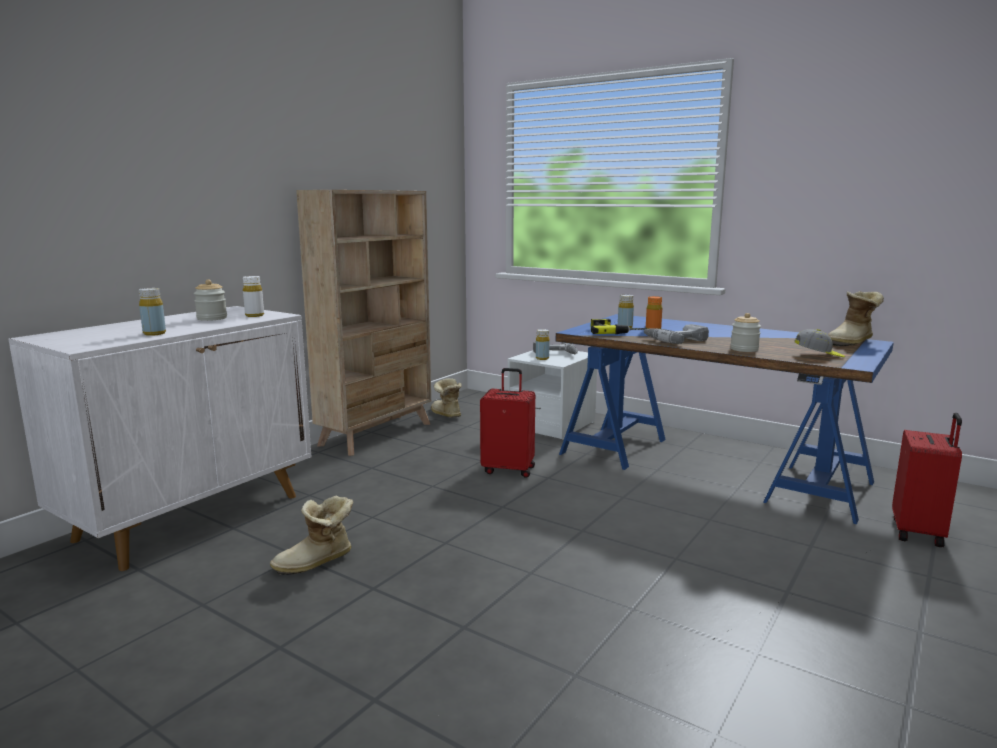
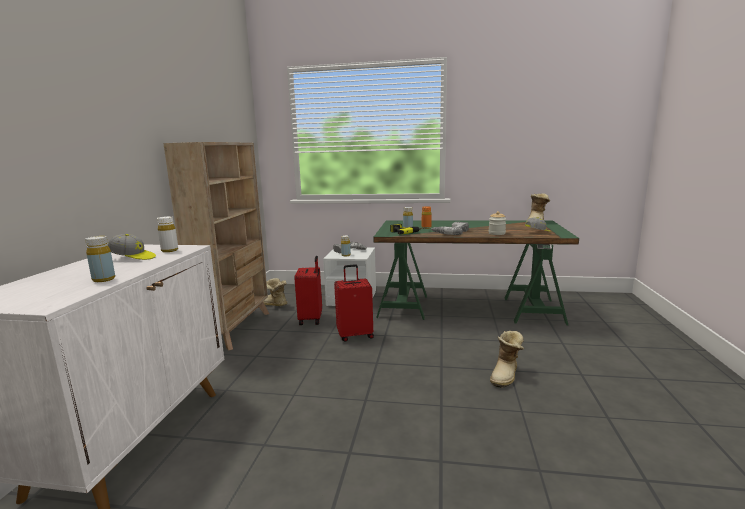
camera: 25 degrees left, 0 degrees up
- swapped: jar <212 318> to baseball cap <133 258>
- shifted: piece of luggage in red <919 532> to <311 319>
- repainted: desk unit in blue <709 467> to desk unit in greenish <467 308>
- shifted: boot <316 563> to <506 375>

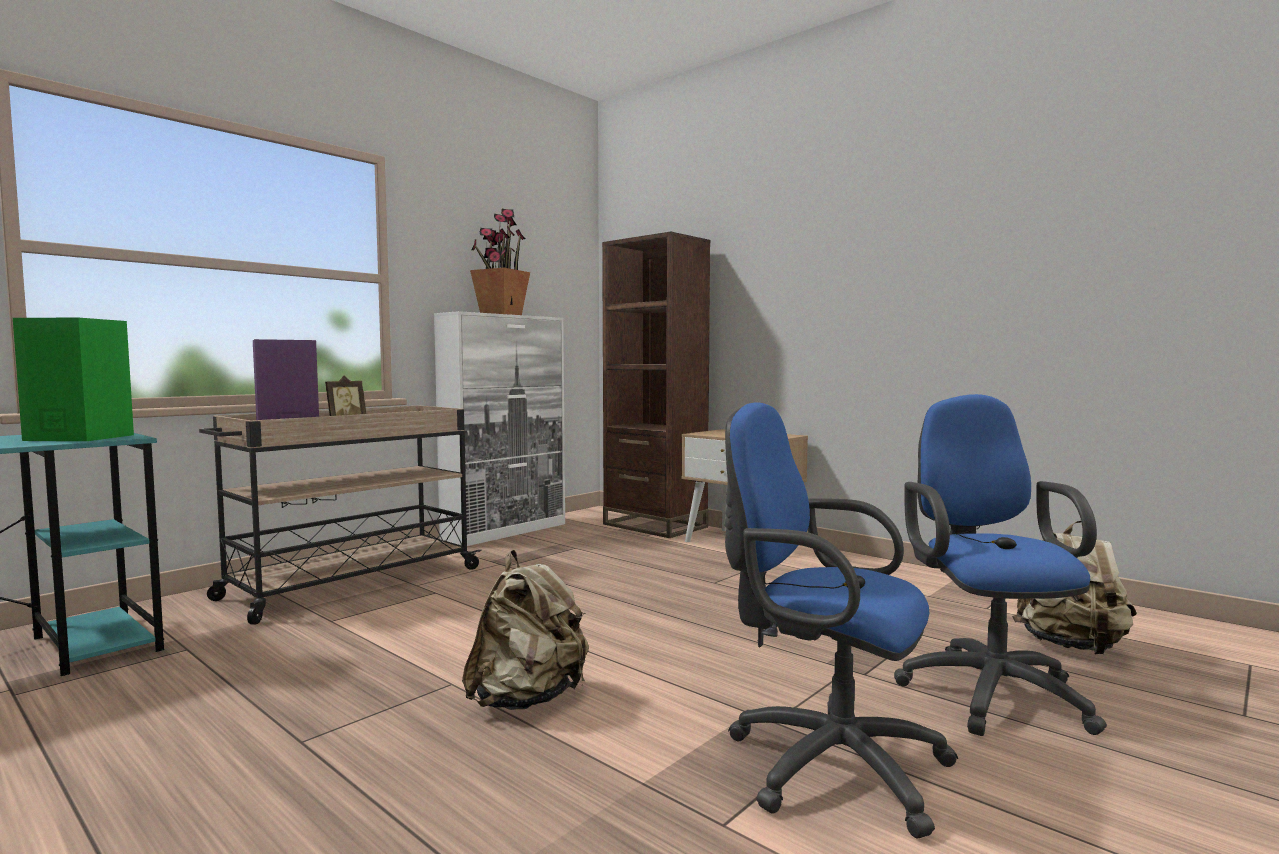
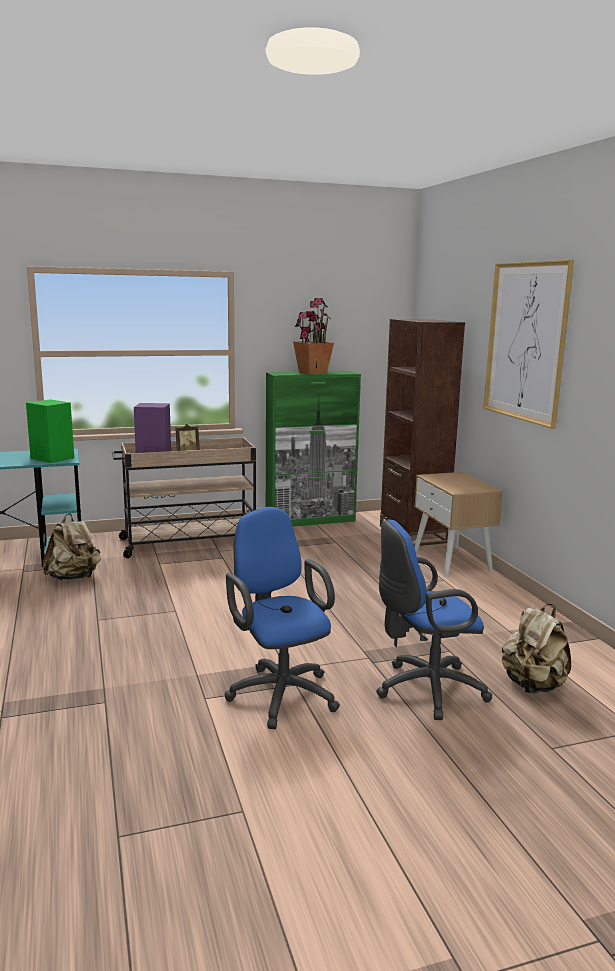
camera: 30 degrees right, 10 degrees up
- shifted: backpack in beige-coloured <527 699> to <74 578>
- repainted: storage cabinet in white-coloured <506 531> to storage cabinet in greenish <311 520>
- rotated: office chair in blue <988 690> = <425 690> 135 degrees counterclockwise
- new: wall picture <525 341>

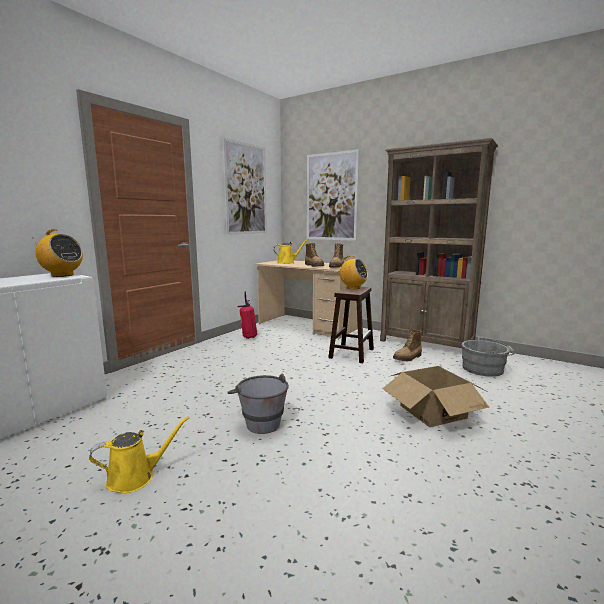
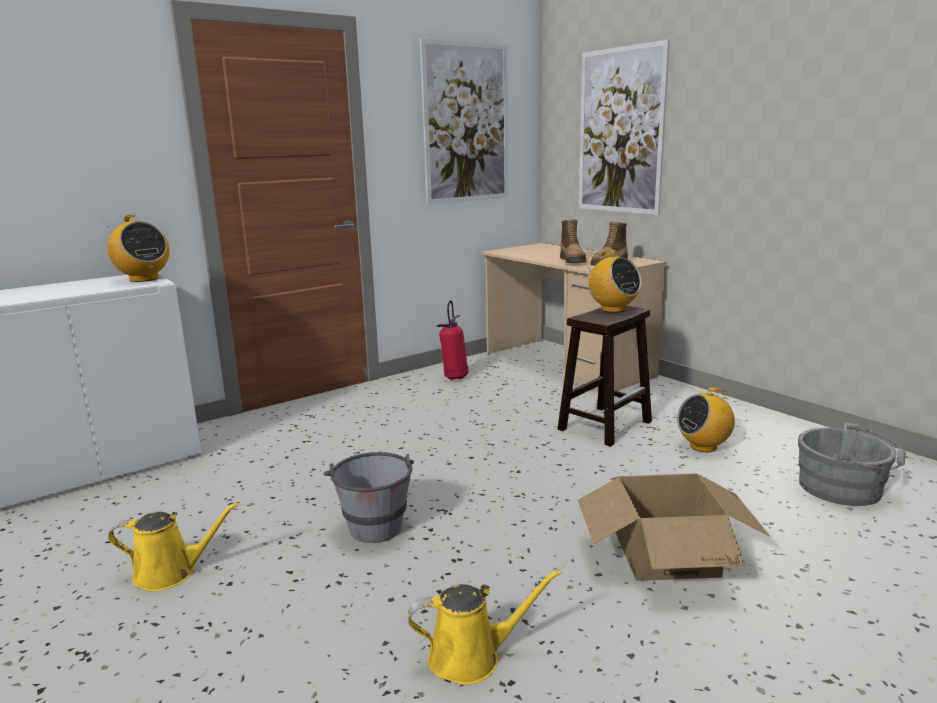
camera: 20 degrees right, 5 degrees up
- shifted: watering can in yellow <287 263> to <471 657>
- swapped: boot <408 358> to radio receiver <703 446>
- gone: bookcase in brownish <426 344>

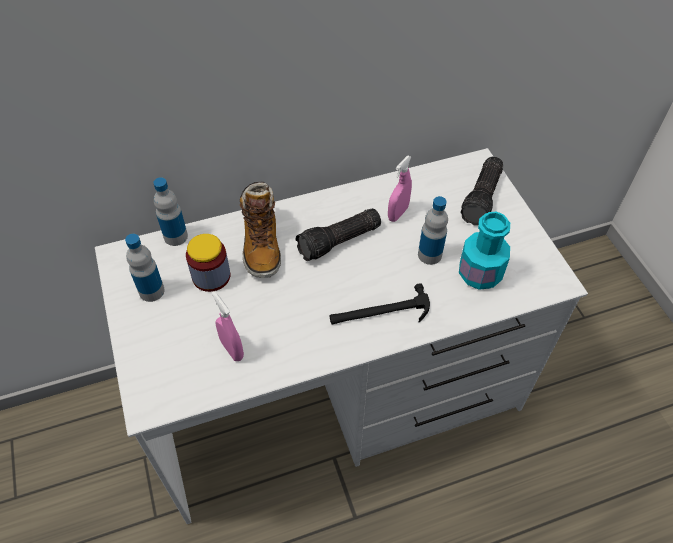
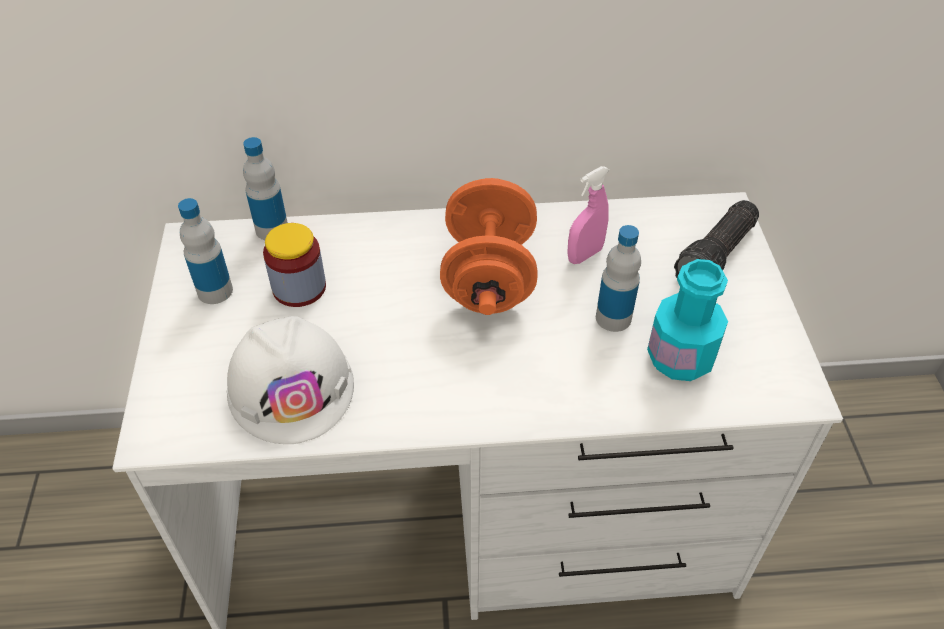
camera: 15 degrees right, 5 degrees down
- swapped: hand sprayer in pink <232 349> to safety helmet in white-coloured <291 387>
- swapped: flashlight <339 242> to free weight in orange <489 277>
- gone: boot <261 245>
- gone: tool hammer <380 312>

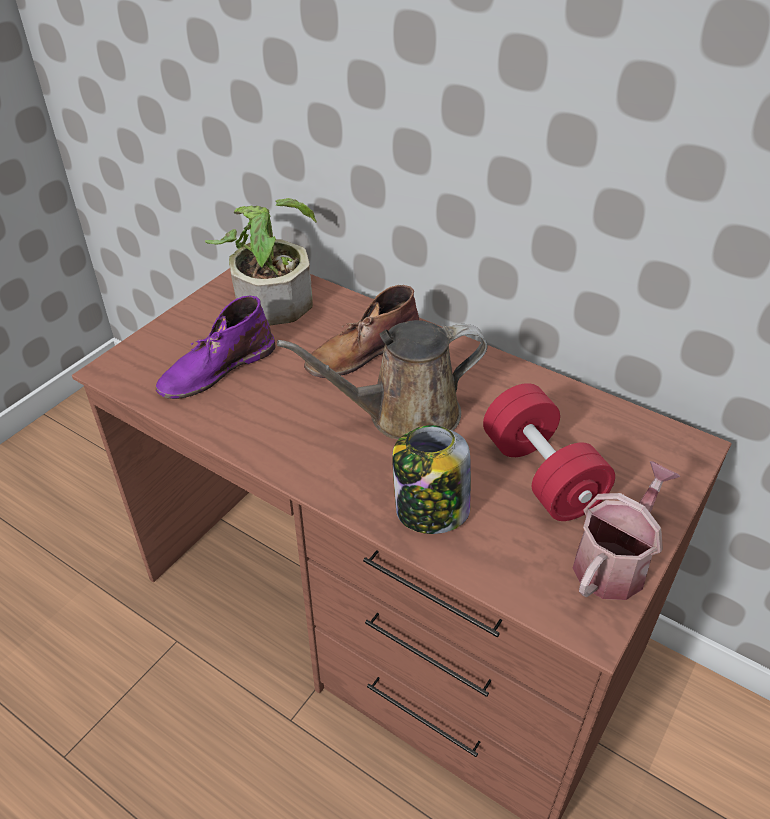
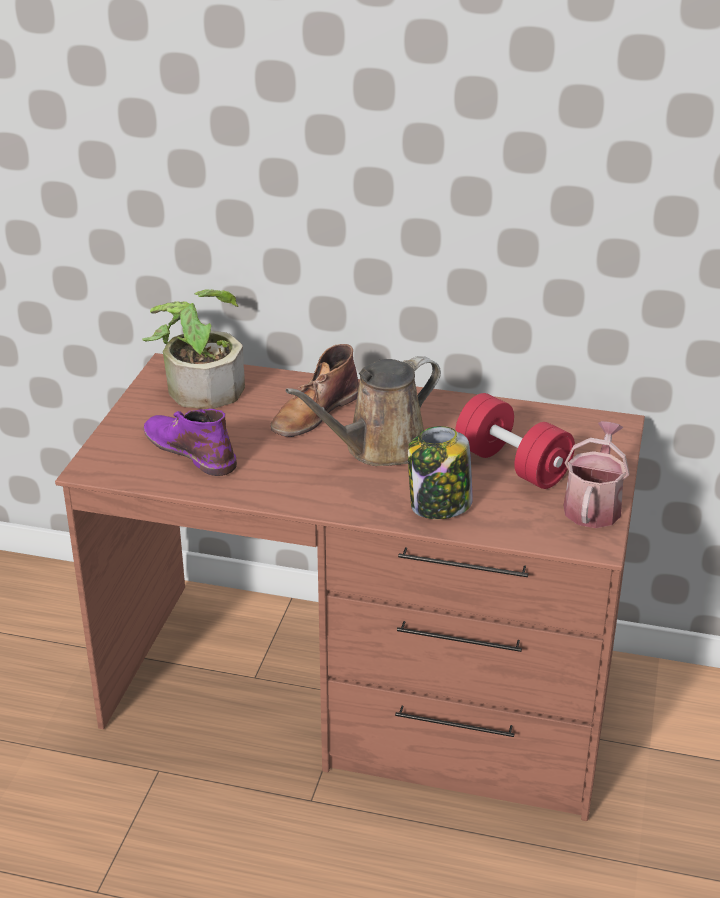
camera: 20 degrees left, 10 degrees down
- rotated: boot in purple-coloured <216 368> = <190 449> 105 degrees clockwise

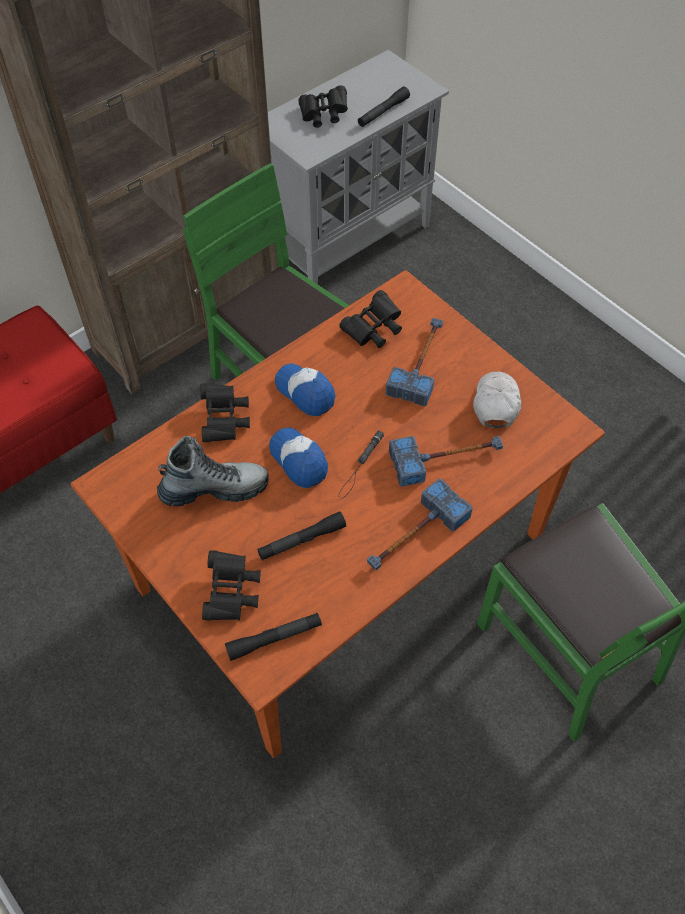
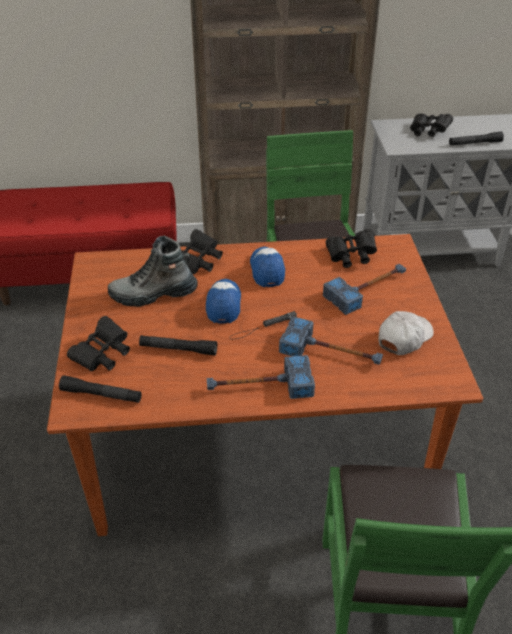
camera: 35 degrees right, 15 degrees down
- rotated: boot <214 489> = <153 294> 150 degrees clockwise

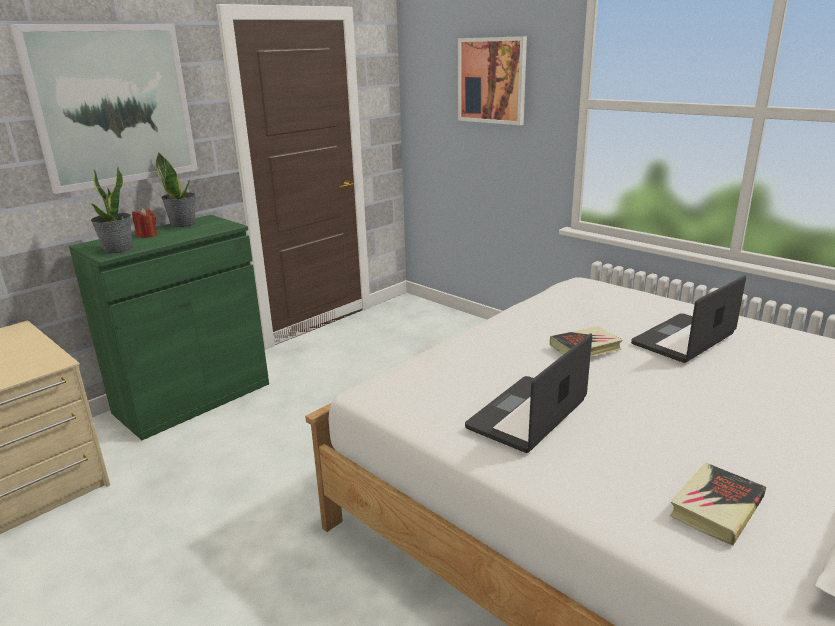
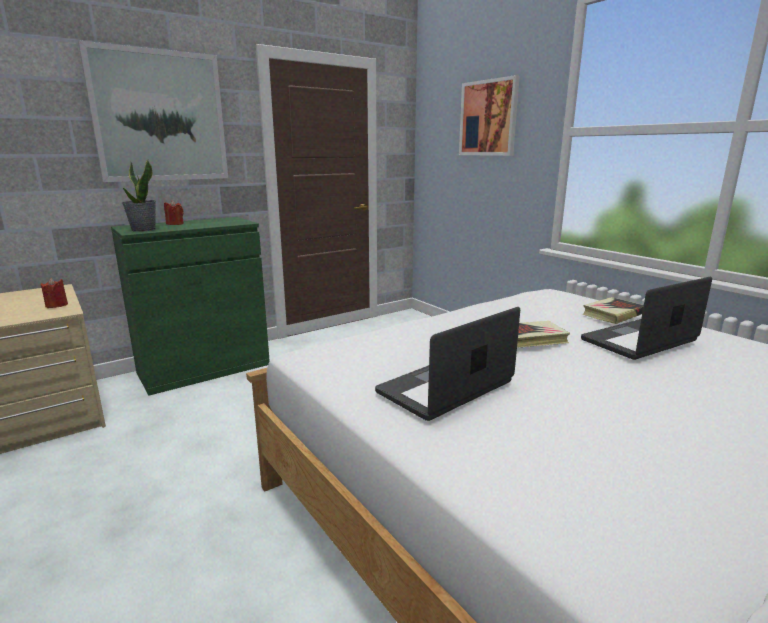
camera: 10 degrees right, 5 degrees down
- new: wax light in red <57 305>
- shifted: bound book <716 507> to <612 314>
- gone: plant in a pot <183 224>

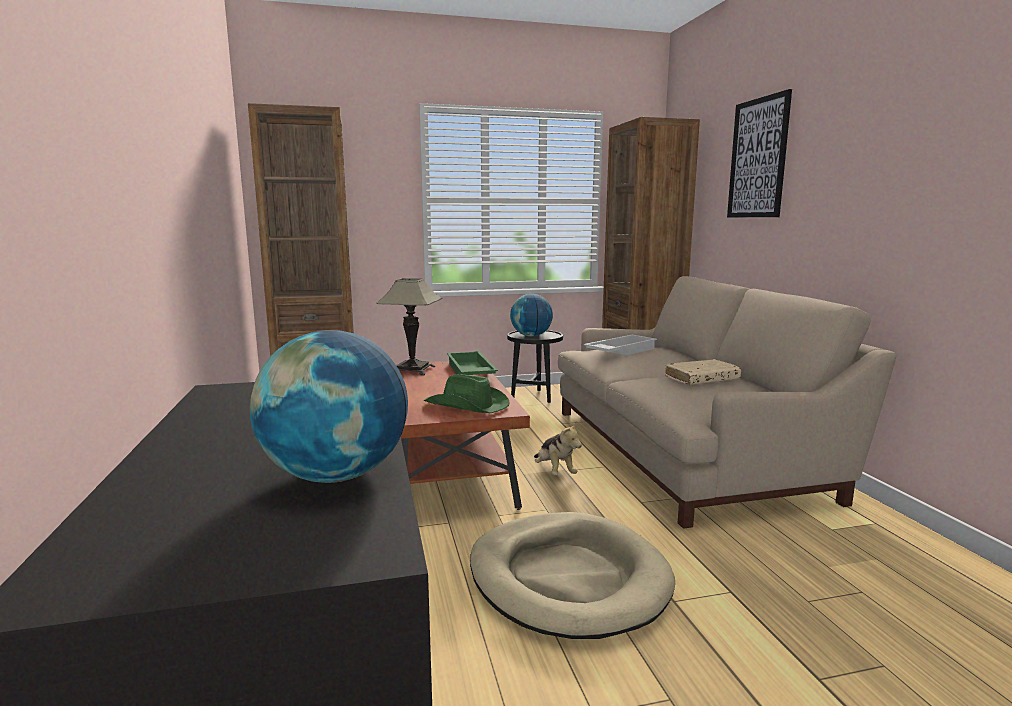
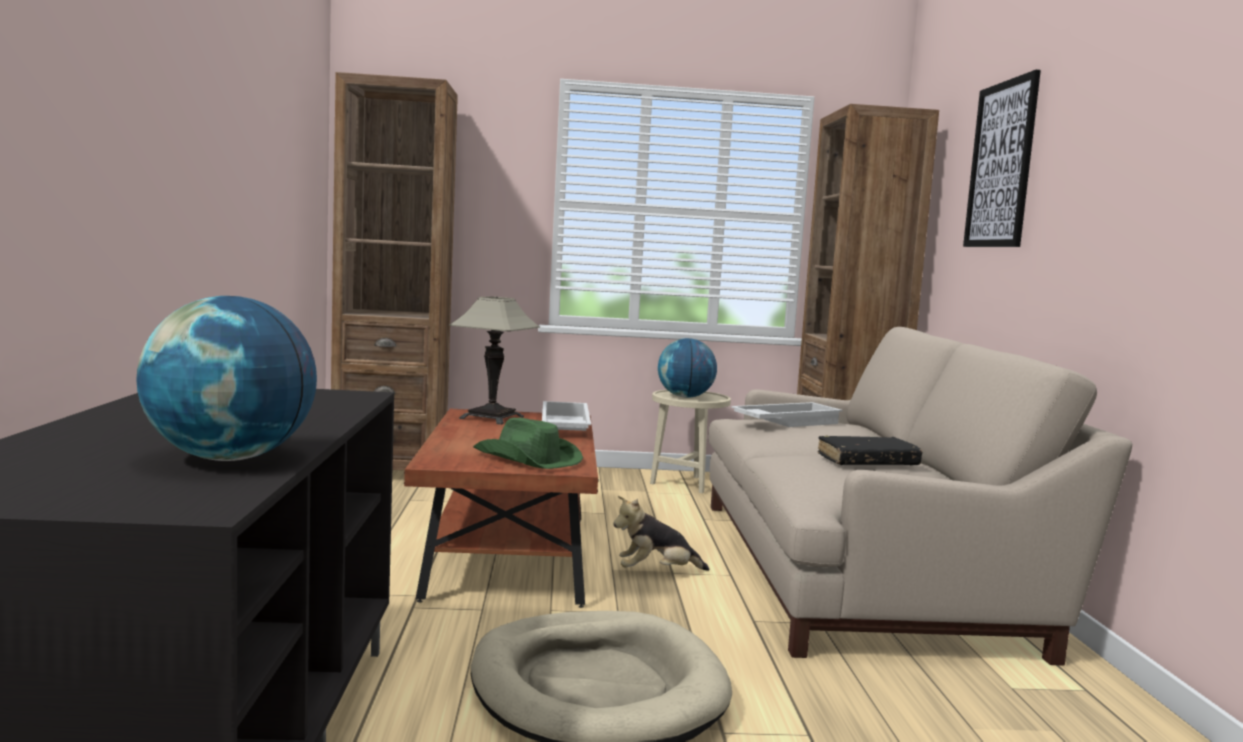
camera: 10 degrees right, 5 degrees down
- repainted: carrying tray in greenish <469 372> to carrying tray in white-coloured <563 426>
- rotated: soft toy <554 472> = <656 572> 90 degrees clockwise
- repainted: side table in blackish <534 396> to side table in beige-coloured <685 483>
- repainted: bound book in beige-coloured <701 379> to bound book in blackish <867 462>

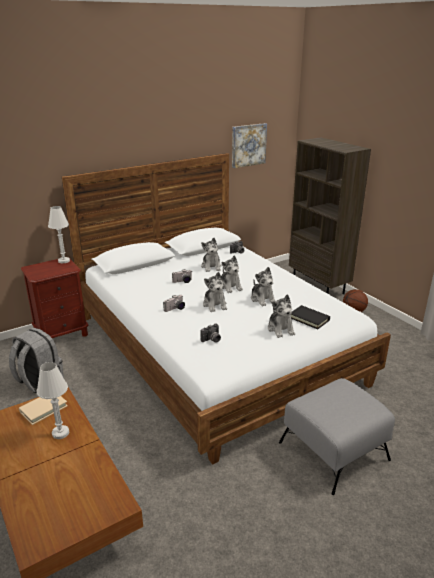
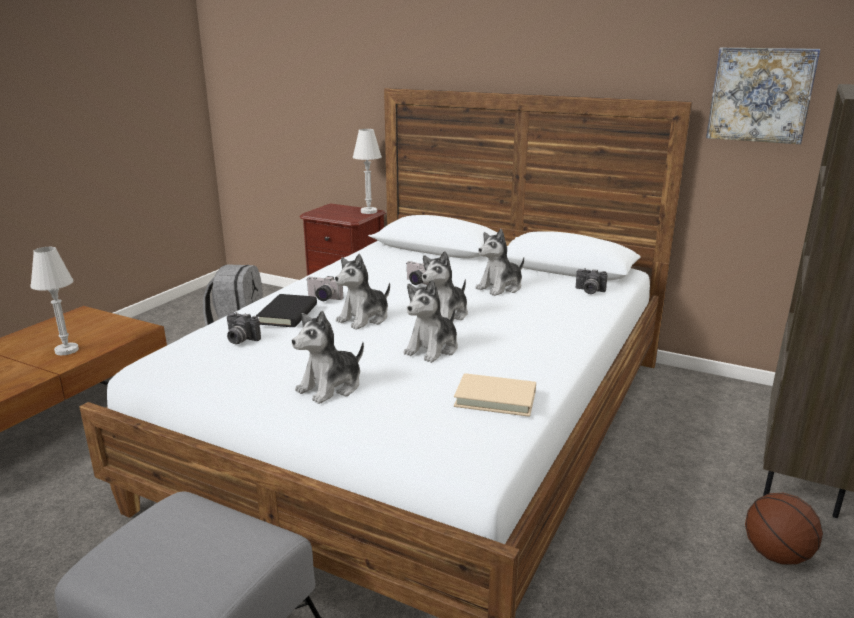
camera: 60 degrees right, 5 degrees down
- shifted: bound book in blackish <309 319> to <288 314>
- shifted: bound book in beige-coloured <43 409> to <495 398>

